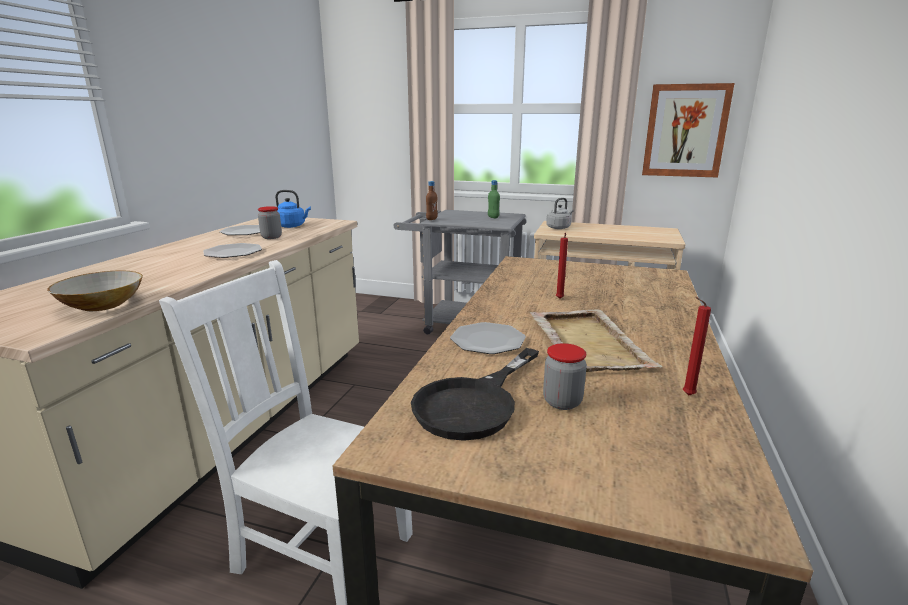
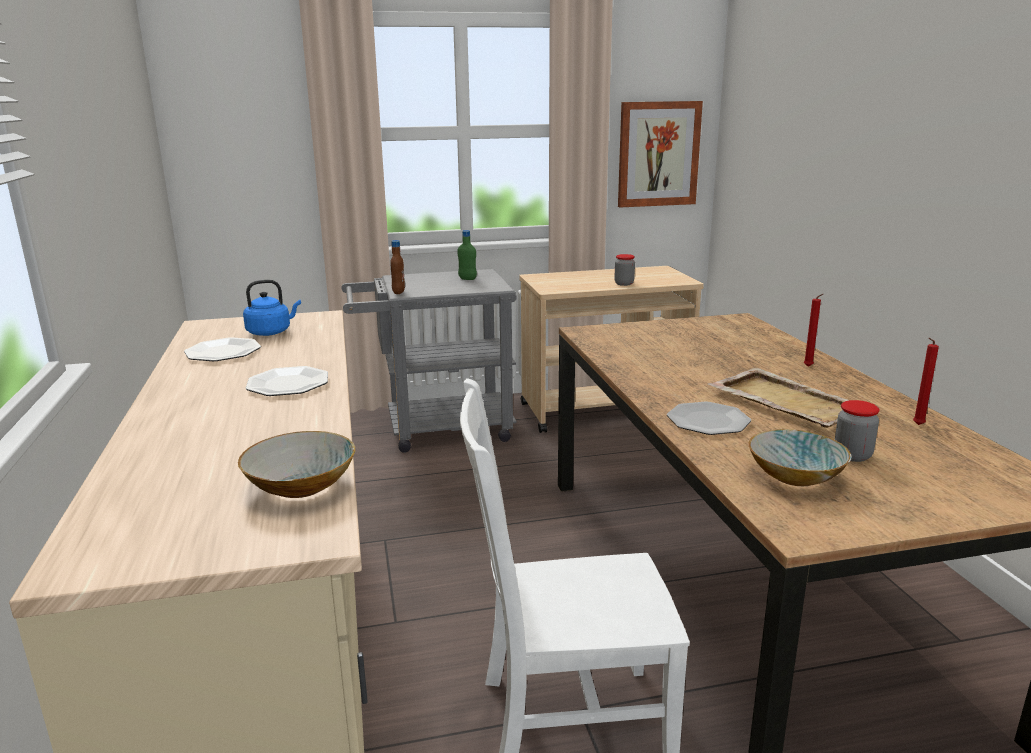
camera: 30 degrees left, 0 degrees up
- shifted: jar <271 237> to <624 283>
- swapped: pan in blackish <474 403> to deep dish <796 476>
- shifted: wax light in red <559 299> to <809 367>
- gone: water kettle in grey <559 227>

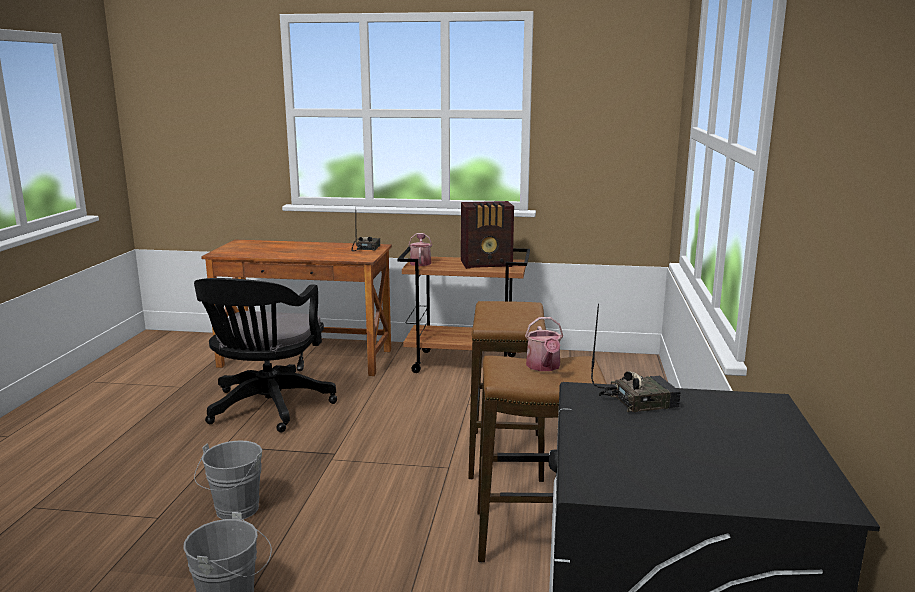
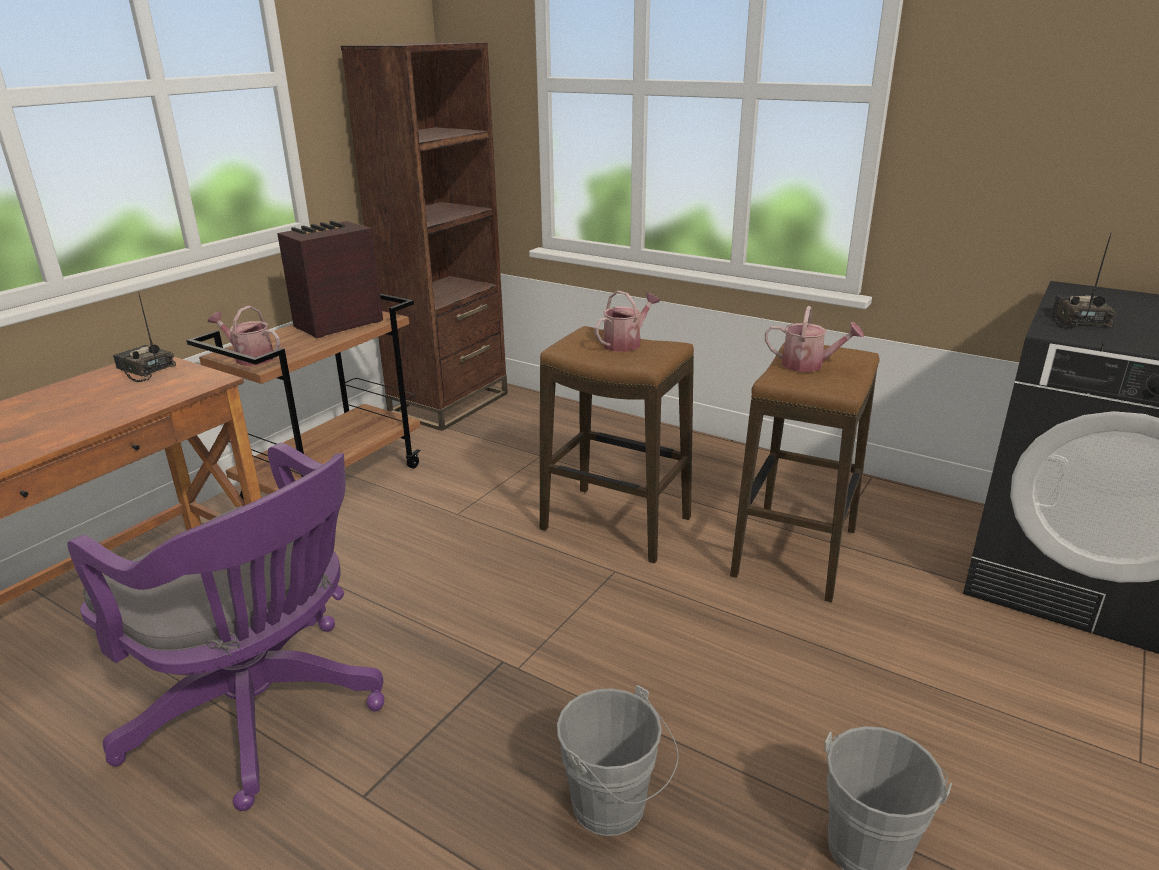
camera: 65 degrees left, 10 degrees up
- repainted: office chair in blackish <267 409> to office chair in purple-coloured <264 713>
- rotated: radio receiver <487 264> = <336 324> 150 degrees counterclockwise
- new: bookcase in brownish <449 404>
- new: watering can <626 343>

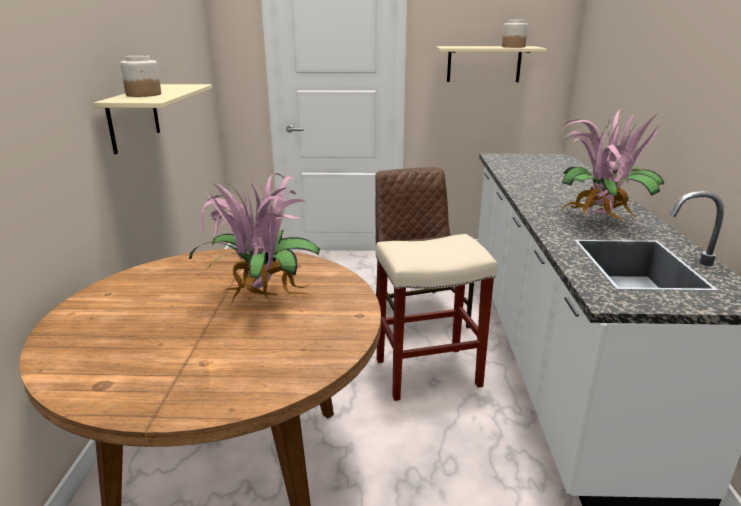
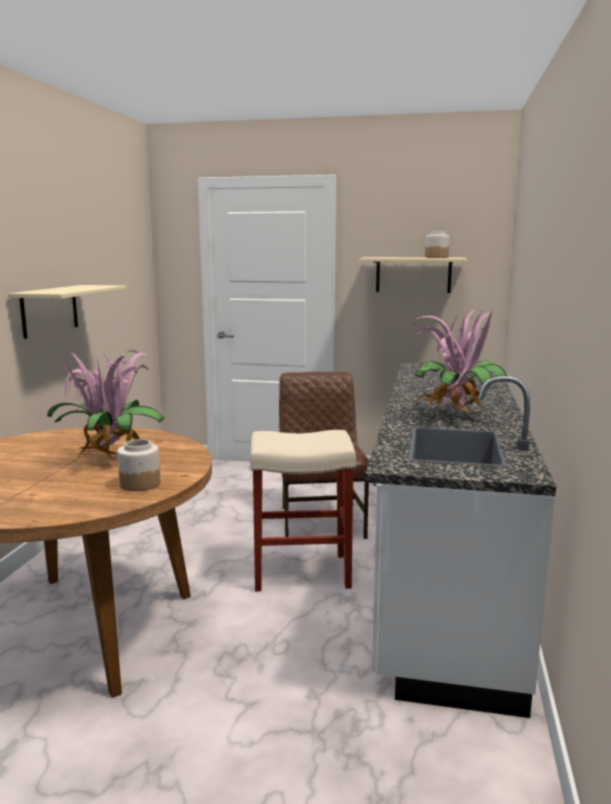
camera: 10 degrees right, 10 degrees down
- shifted: jar <143 94> to <139 484>

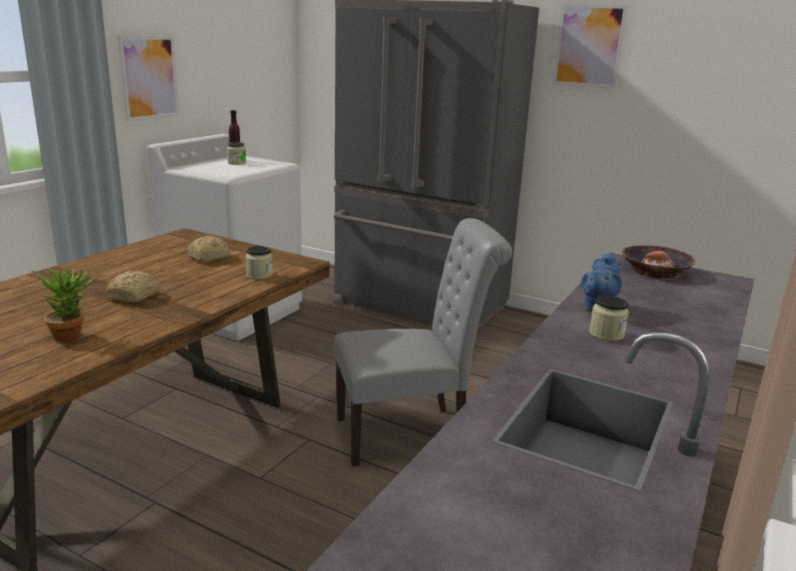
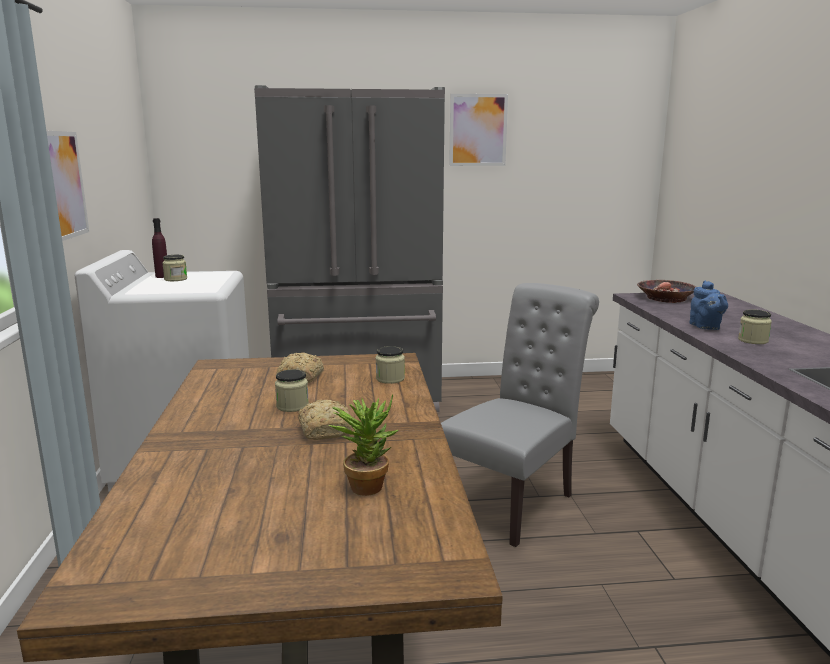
camera: 35 degrees left, 5 degrees down
- new: jar <292 406>

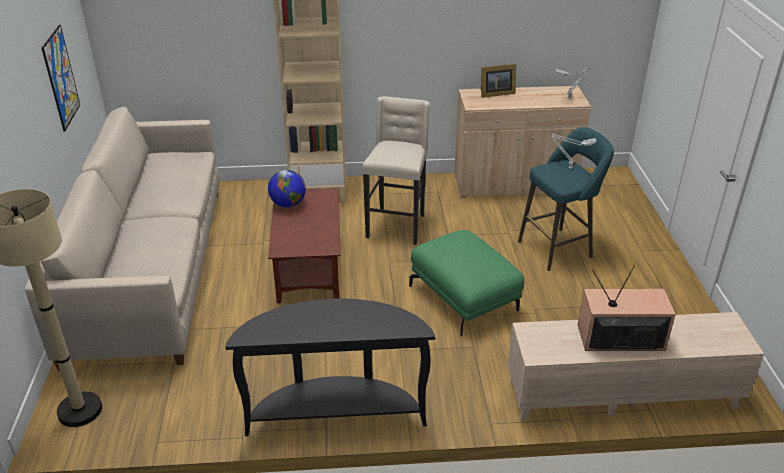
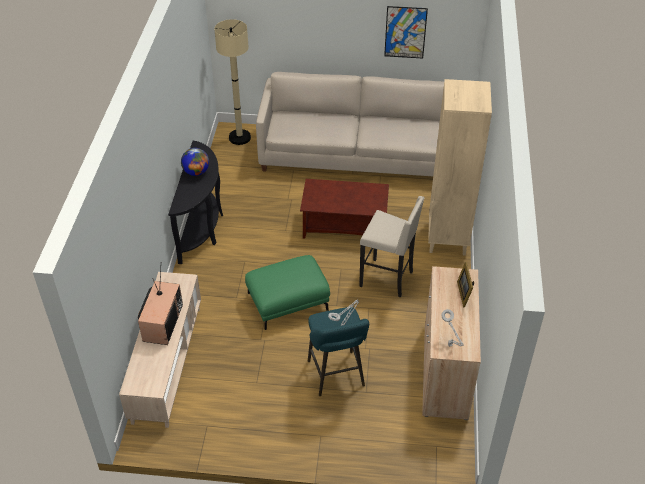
camera: 100 degrees right, 10 degrees up
- shifted: world globe <288 204> to <196 172>

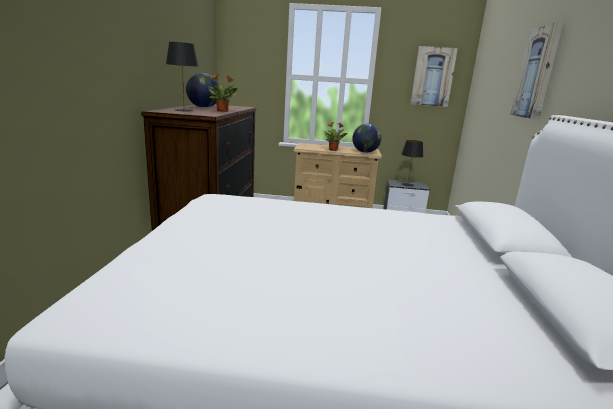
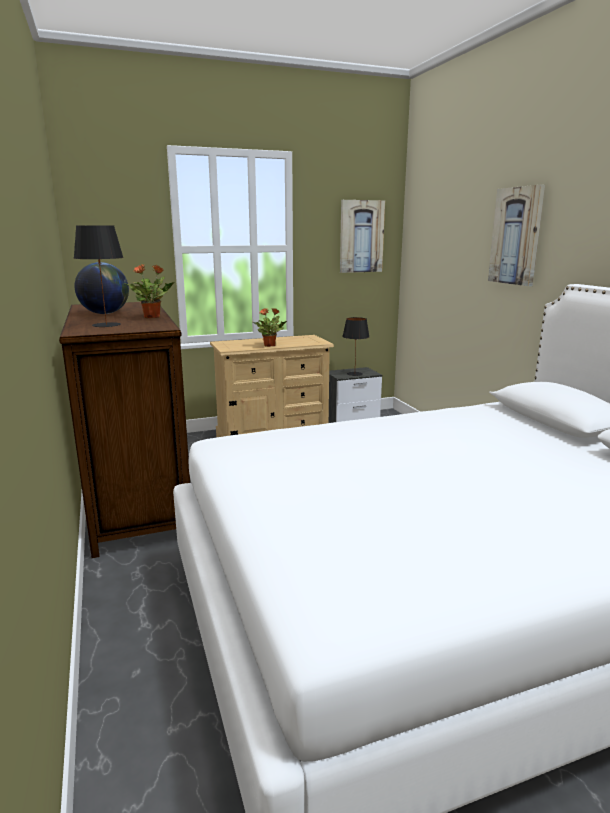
camera: 25 degrees left, 0 degrees up
- gone: world globe <365 152>

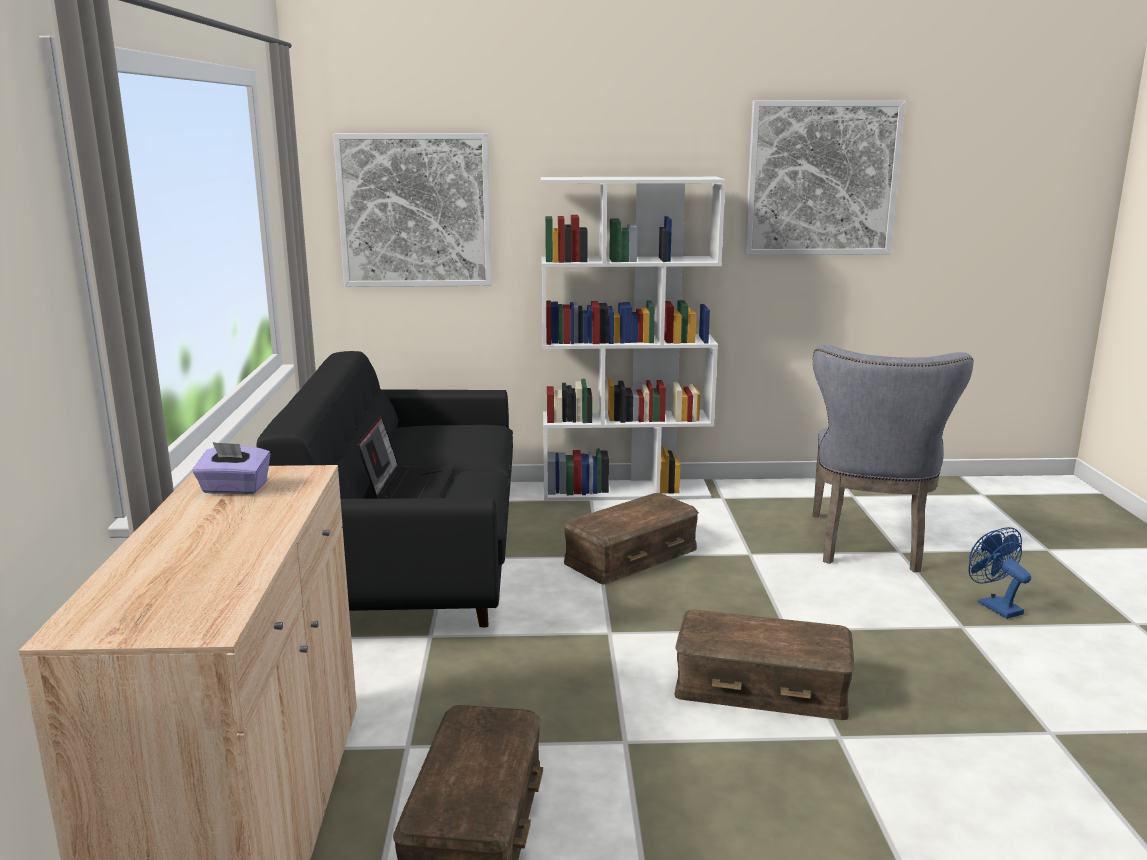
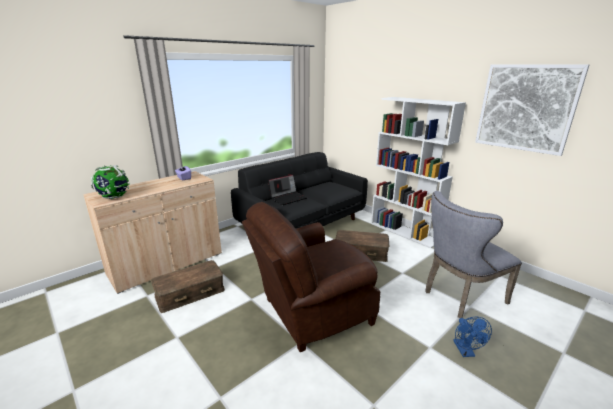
camera: 50 degrees right, 5 degrees up
- new: world globe <114 197>
- swapped: storage bin in brownish <761 687> to armchair in brownish <312 312>
- rotated: cooling fan in blue <994 606> = <465 352> 150 degrees clockwise
- gone: wall picture <415 210>

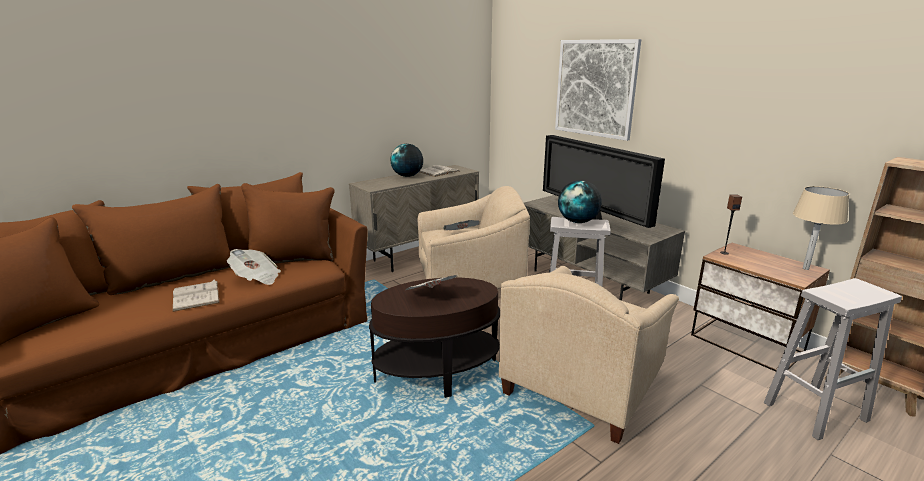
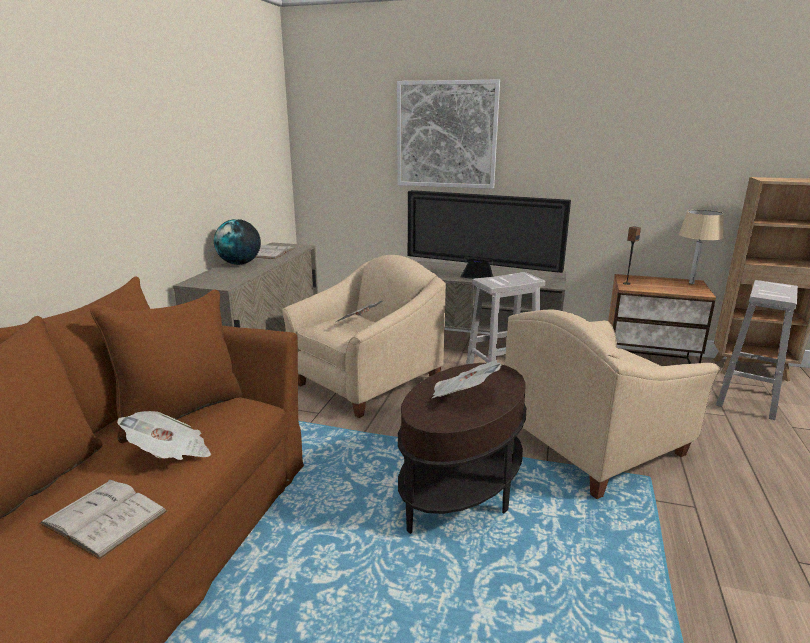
camera: 35 degrees left, 0 degrees up
- rotated: armchair in beige-coloured <582 385> = <594 444> 60 degrees clockwise
- gone: world globe <578 222>

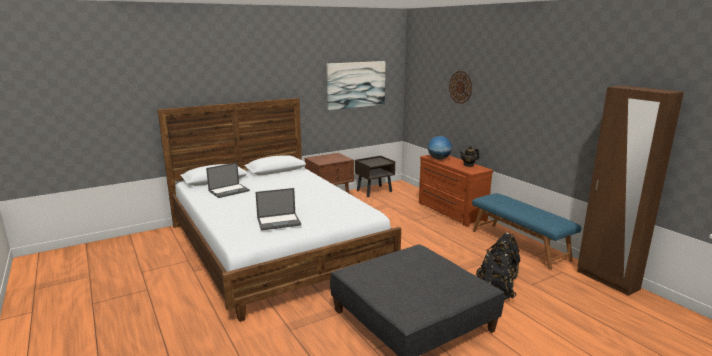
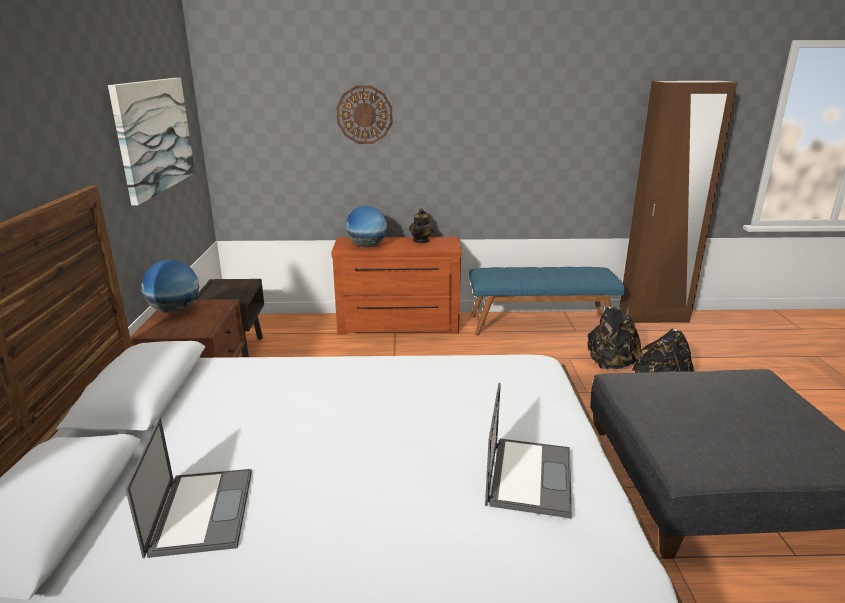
camera: 60 degrees left, 5 degrees up
- new: world globe <174 310>

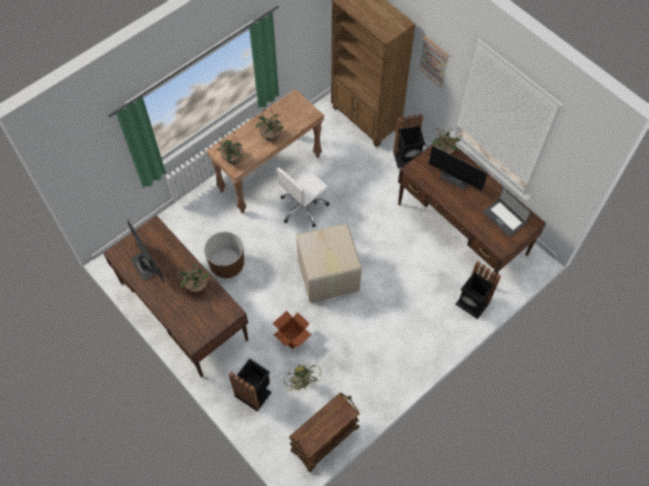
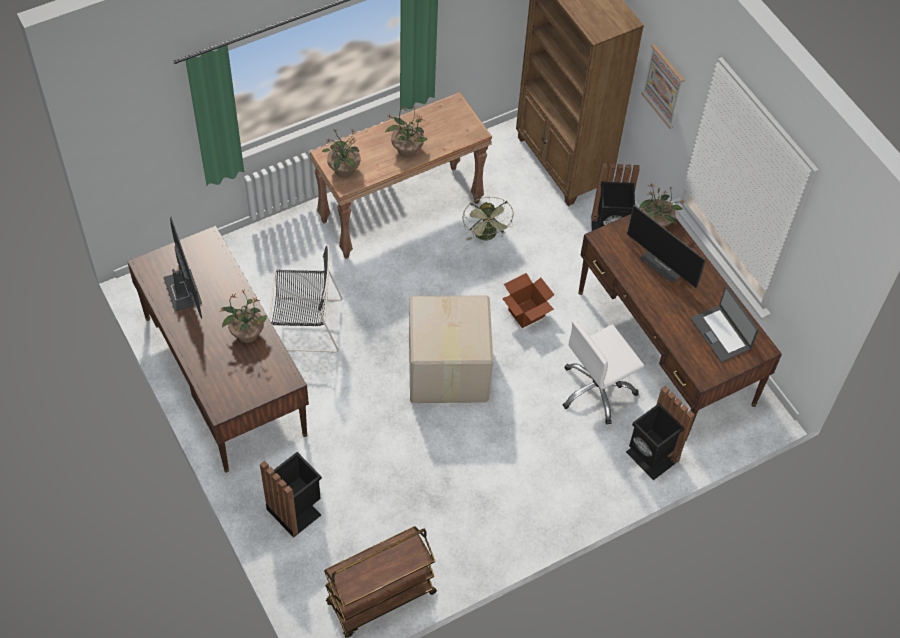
camera: 10 degrees right, 5 degrees down
- swapped: plant pot in brownish <227 264> to plain chair in blackish <304 324>
- shifted: cooling fan in greenish <303 383> to <487 236>
- shifted: carton <292 336> to <526 313>
- shifted: office chair in white-coloured <303 207> to <597 390>

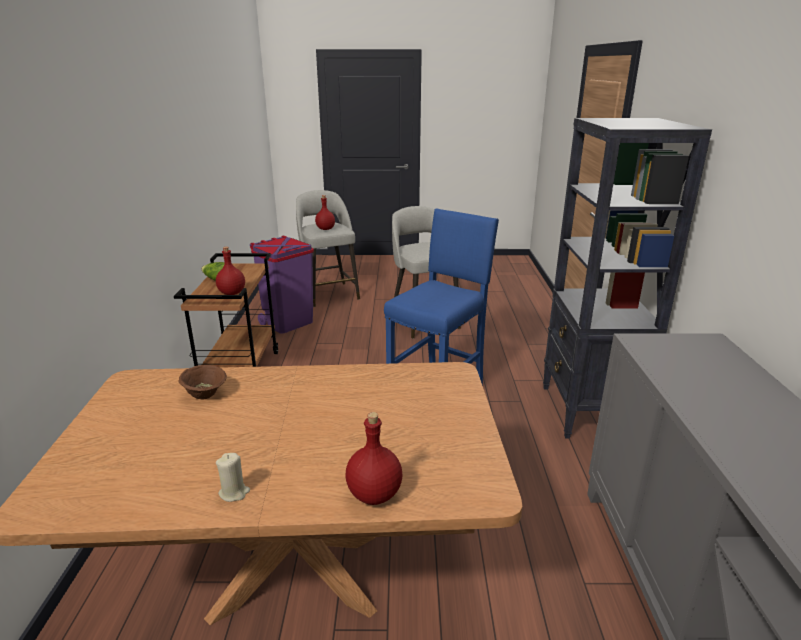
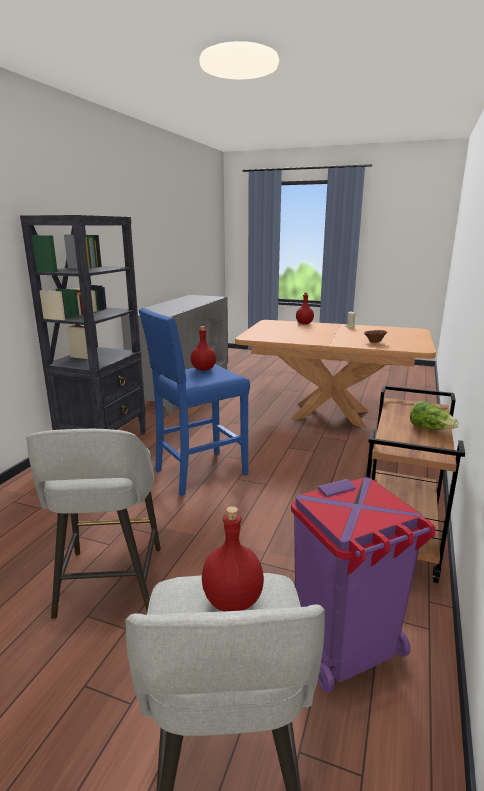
camera: 160 degrees left, 5 degrees down
- shifted: drink bottle in red <231 293> to <203 369>

